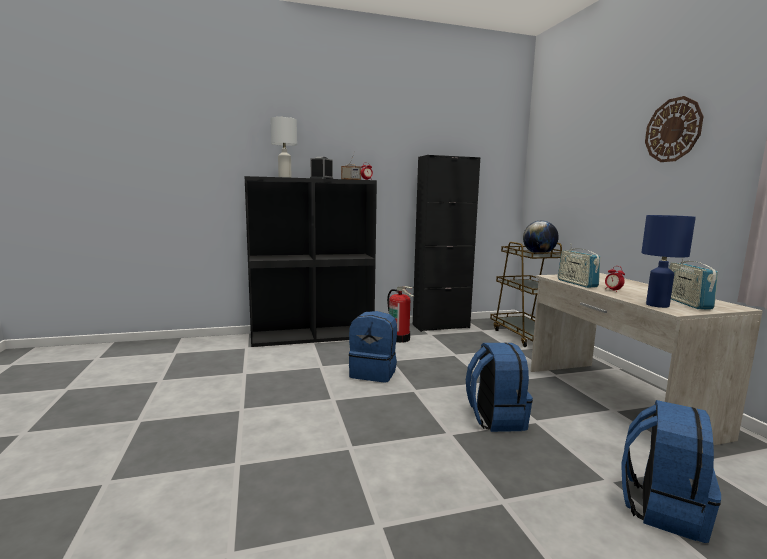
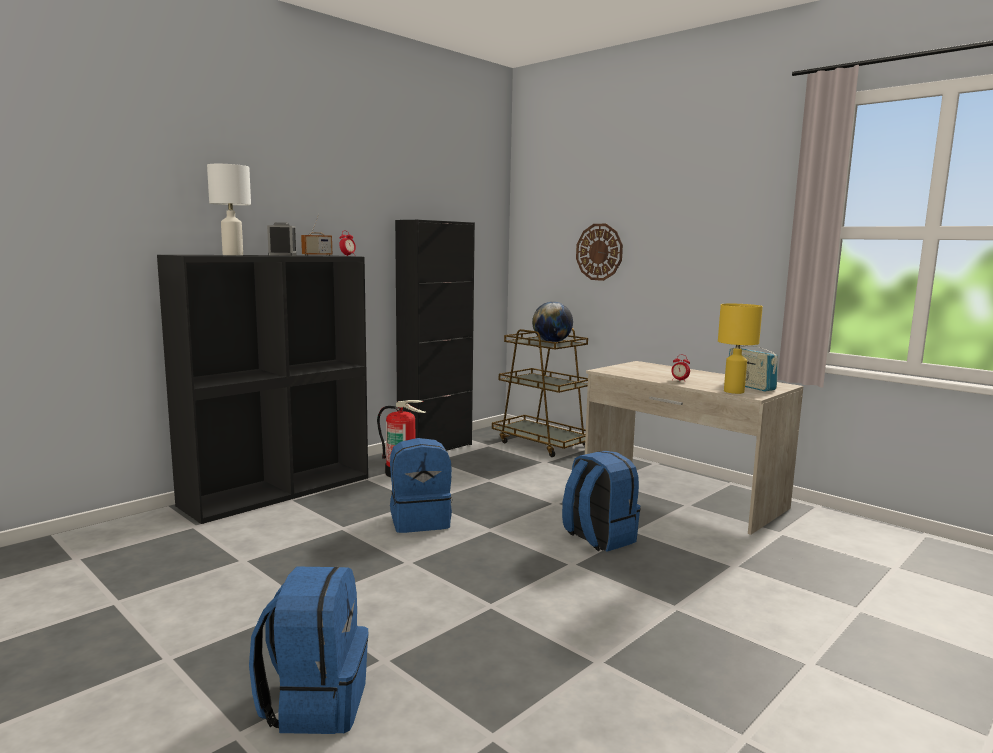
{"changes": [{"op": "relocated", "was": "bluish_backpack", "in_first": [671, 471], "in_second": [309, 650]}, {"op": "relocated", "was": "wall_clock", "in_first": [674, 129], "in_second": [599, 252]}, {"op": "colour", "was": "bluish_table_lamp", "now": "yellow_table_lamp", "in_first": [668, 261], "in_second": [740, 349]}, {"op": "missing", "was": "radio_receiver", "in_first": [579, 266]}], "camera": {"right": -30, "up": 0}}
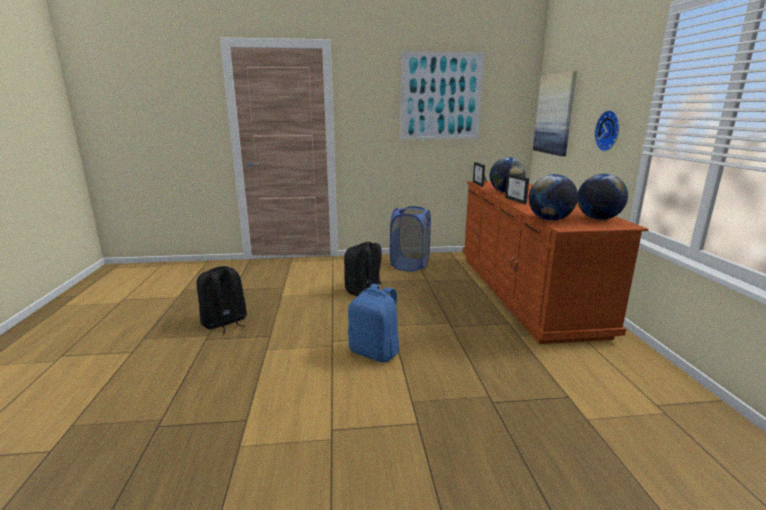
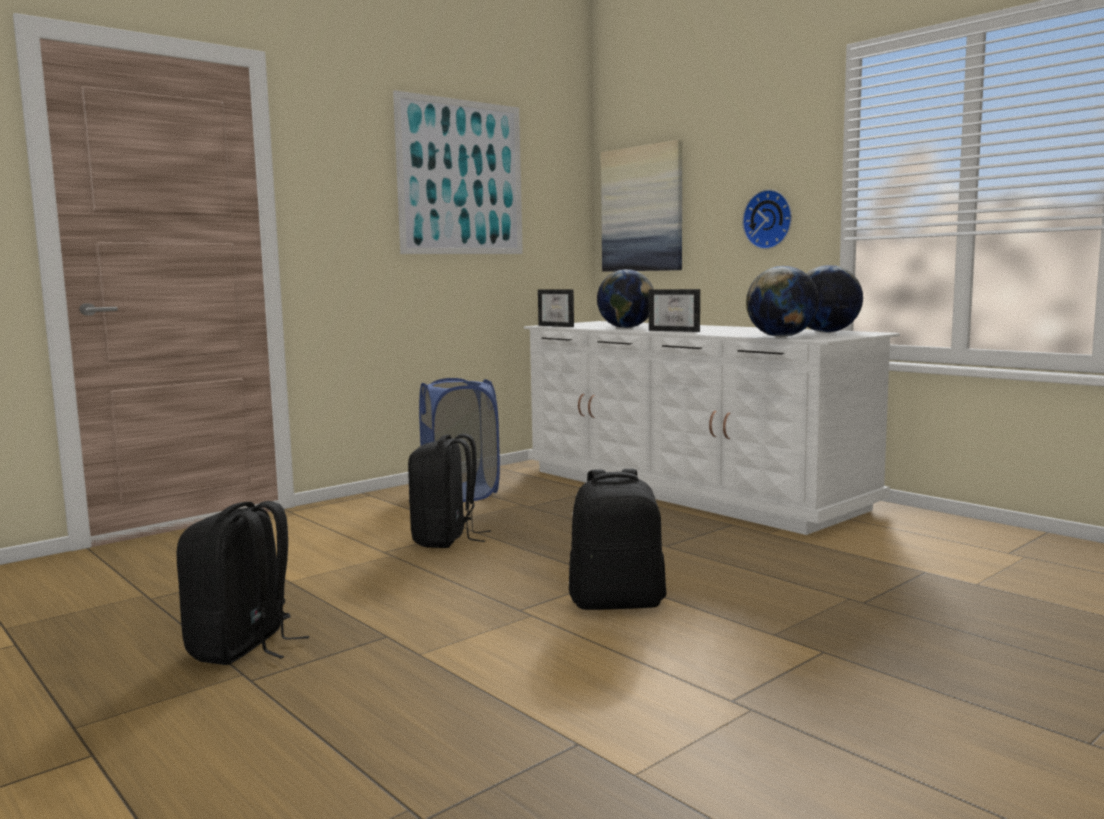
{"changes": [{"op": "colour", "was": "brown-coloured_chest_of_drawers", "now": "white-coloured_chest_of_drawers", "in_first": [555, 262], "in_second": [712, 428]}, {"op": "colour", "was": "bluish_backpack", "now": "blackish_backpack", "in_first": [373, 323], "in_second": [617, 539]}], "camera": {"right": -35, "up": -10}}
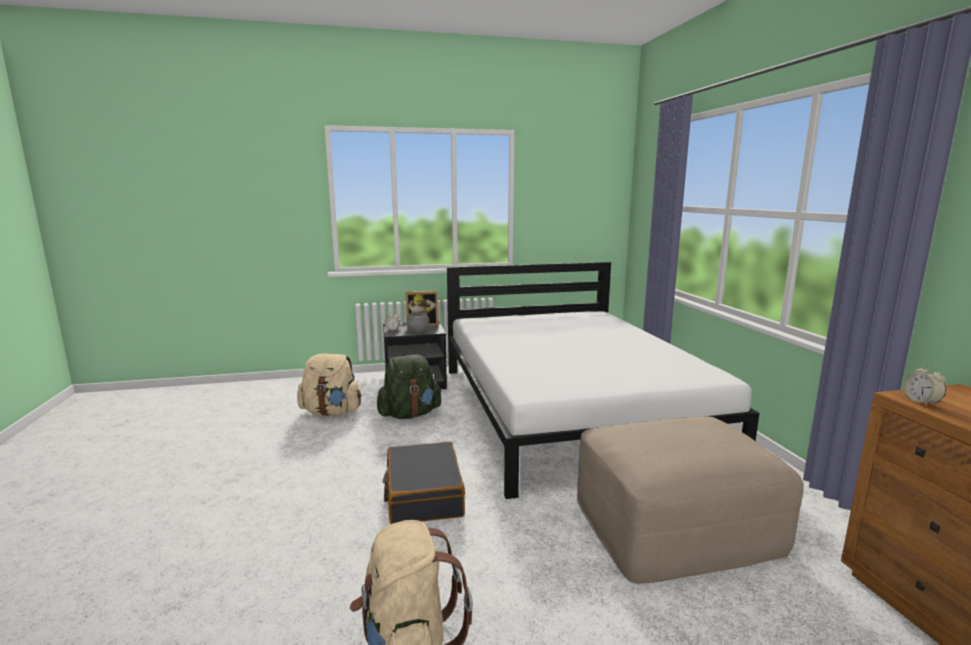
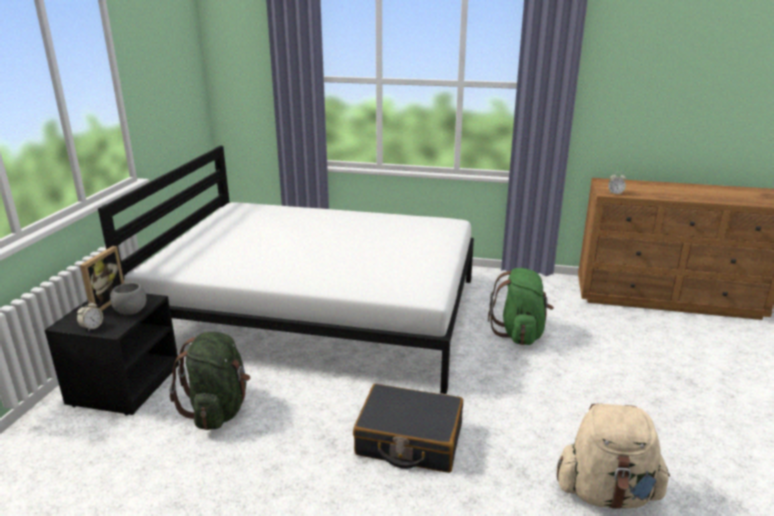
{"changes": [{"op": "exchanged", "was": "sand-coloured_footrest", "now": "greenish_backpack", "in_first": [690, 500], "in_second": [521, 306]}, {"op": "missing", "was": "sand-coloured_backpack", "in_first": [329, 385]}], "camera": {"right": -65, "up": 10}}
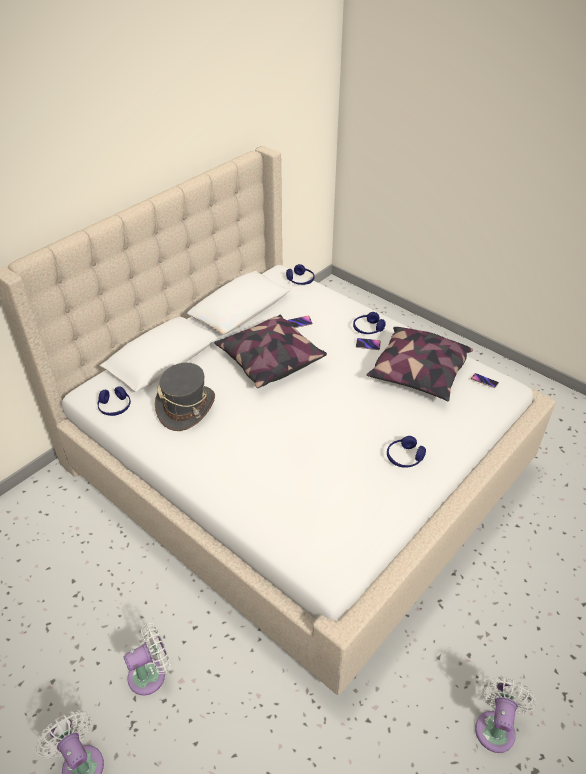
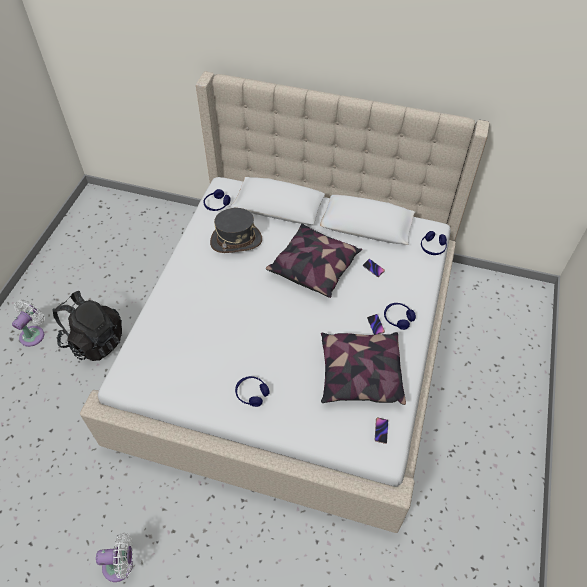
{"changes": [{"op": "exchanged", "was": "white-coloured_electric_fan", "now": "blackish_backpack", "in_first": [147, 659], "in_second": [87, 326]}], "camera": {"right": 65, "up": 10}}
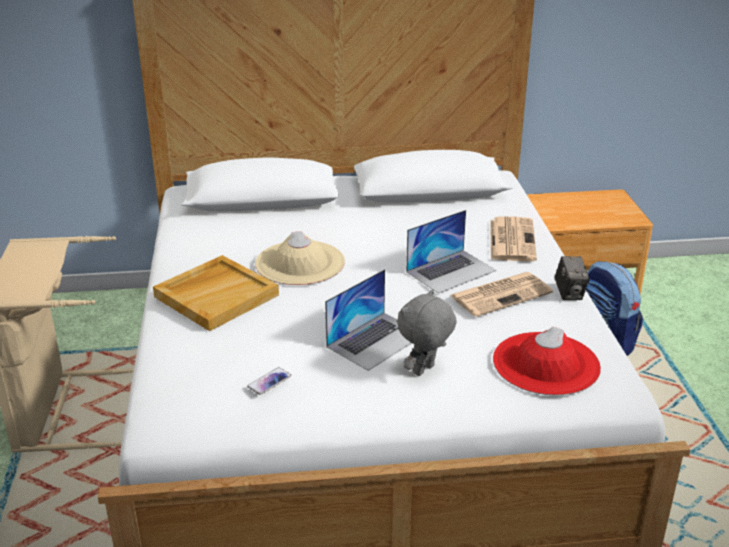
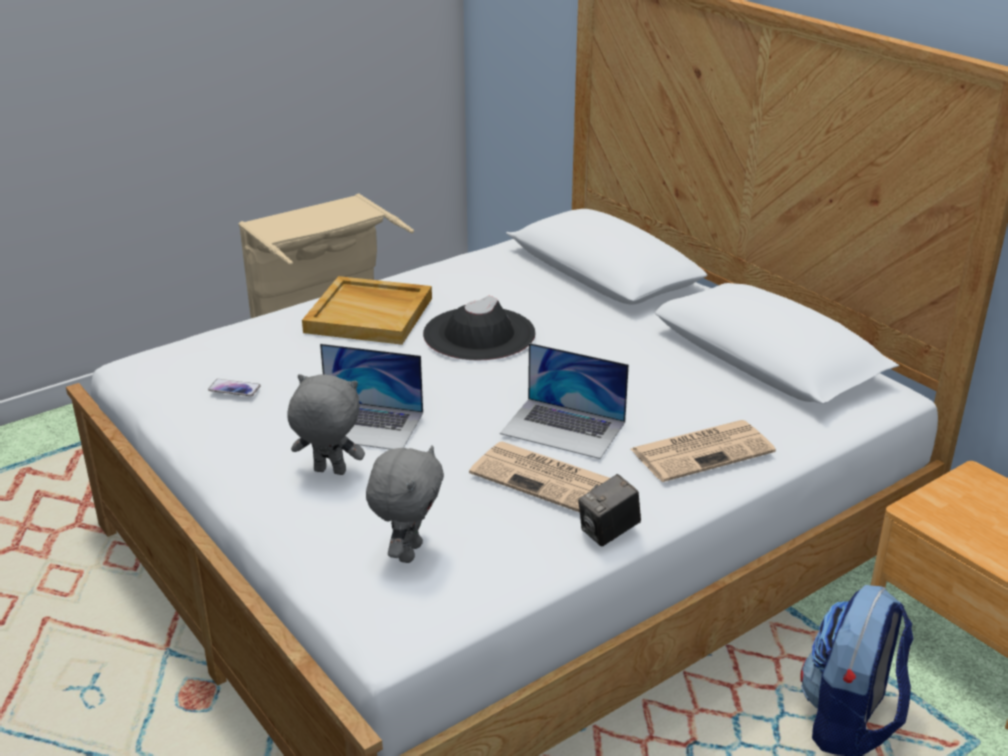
{"changes": [{"op": "exchanged", "was": "reddish_wearable_hat", "now": "greyish_plush_toy", "in_first": [547, 361], "in_second": [405, 504]}, {"op": "colour", "was": "sand-coloured_wearable_hat", "now": "blackish_wearable_hat", "in_first": [300, 258], "in_second": [479, 328]}], "camera": {"right": 60, "up": 0}}
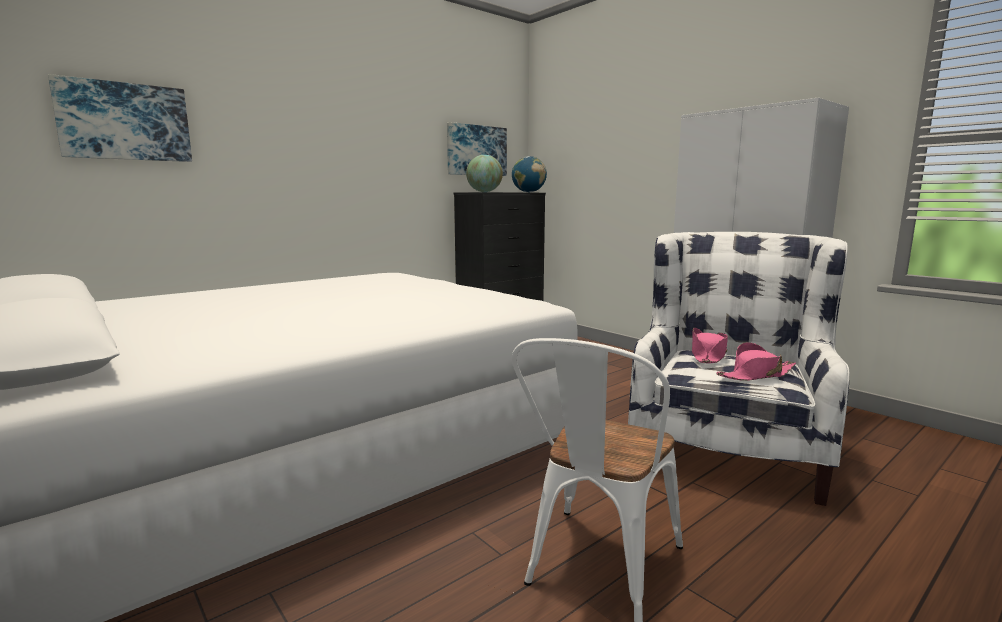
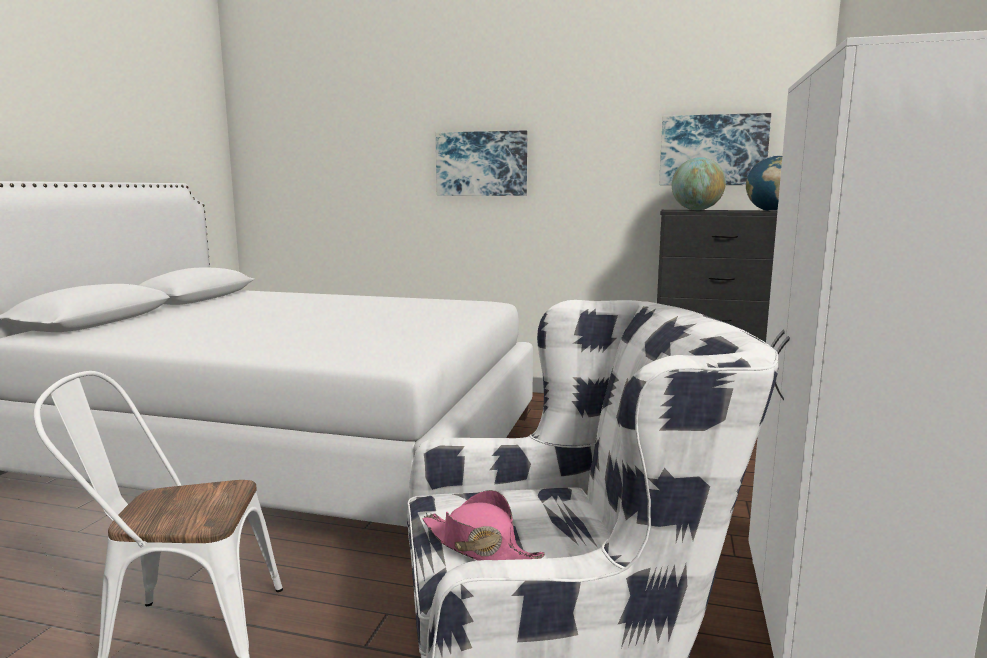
{"changes": [{"op": "relocated", "was": "picture", "in_first": [120, 118], "in_second": [481, 163]}, {"op": "missing", "was": "pink-coloured_wearable_hat", "in_first": [710, 345]}], "camera": {"right": 55, "up": 0}}
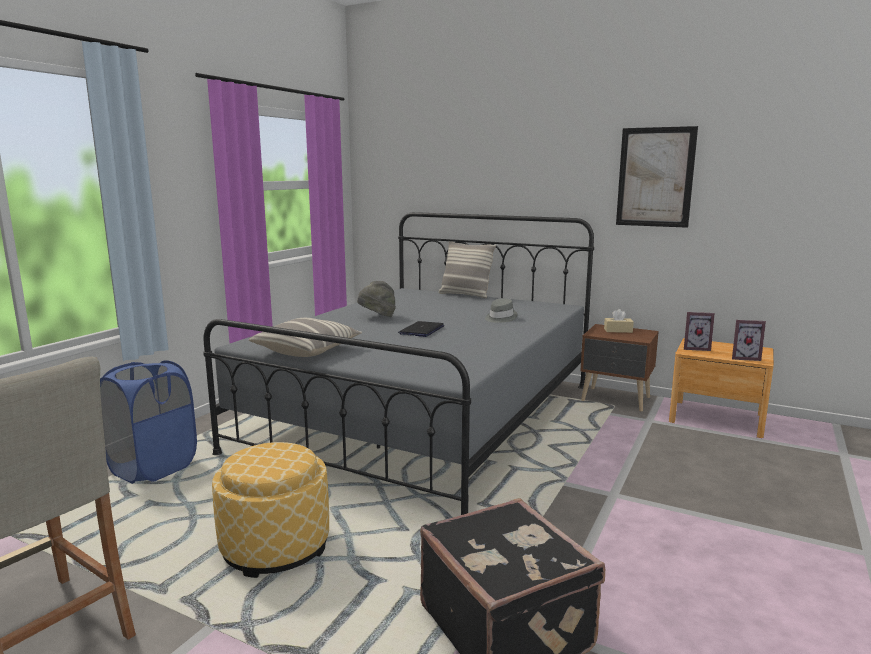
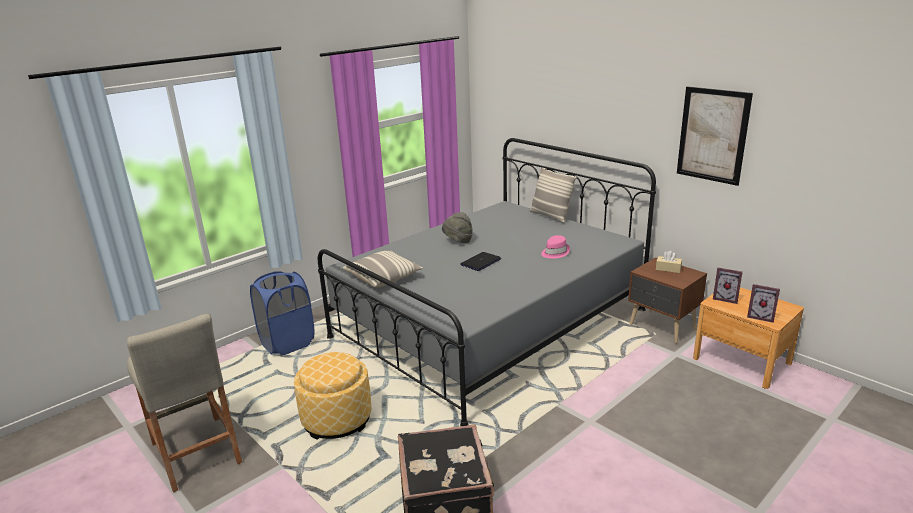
{"changes": [{"op": "colour", "was": "greyish_wearable_hat", "now": "pink-coloured_wearable_hat", "in_first": [501, 310], "in_second": [555, 247]}], "camera": {"right": 20, "up": 10}}
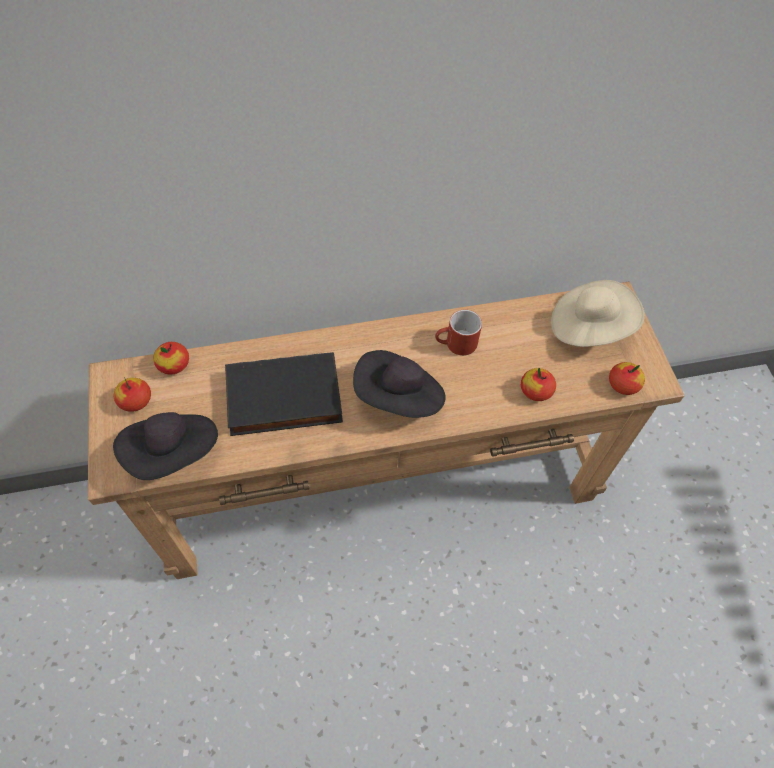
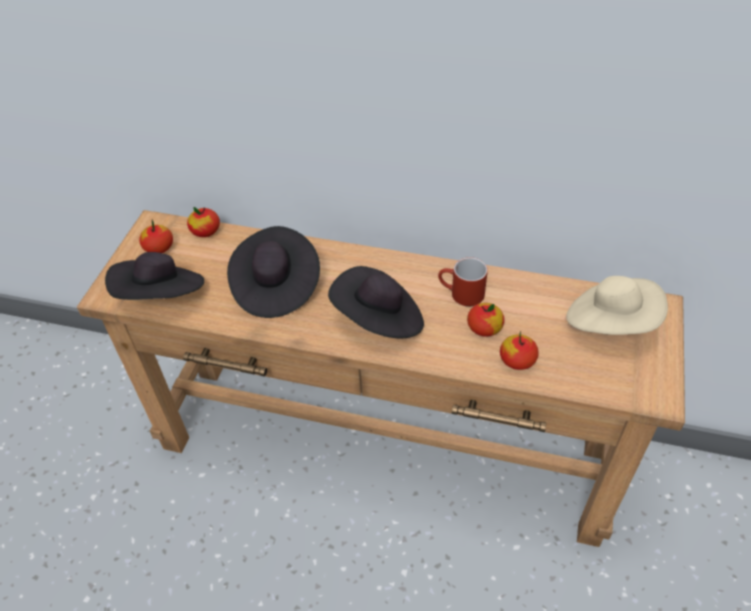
{"changes": [{"op": "exchanged", "was": "blackish_volume", "now": "blackish_wearable_hat", "in_first": [284, 394], "in_second": [273, 272]}, {"op": "relocated", "was": "apple_fruit", "in_first": [627, 378], "in_second": [485, 320]}], "camera": {"right": 30, "up": -10}}
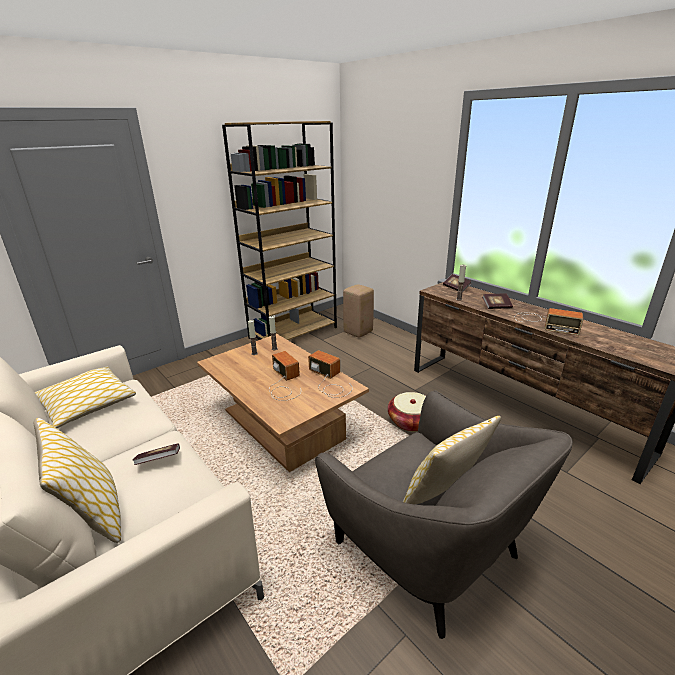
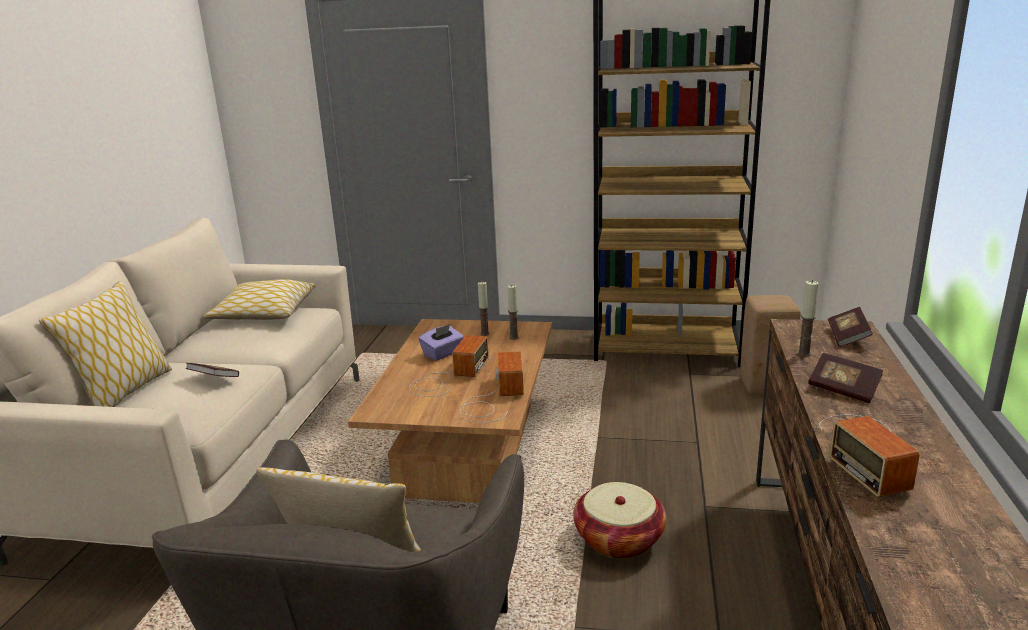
{"changes": [{"op": "appeared", "now": "purple-coloured_tissue_holder", "in_second": [441, 342]}], "camera": {"right": 50, "up": -5}}
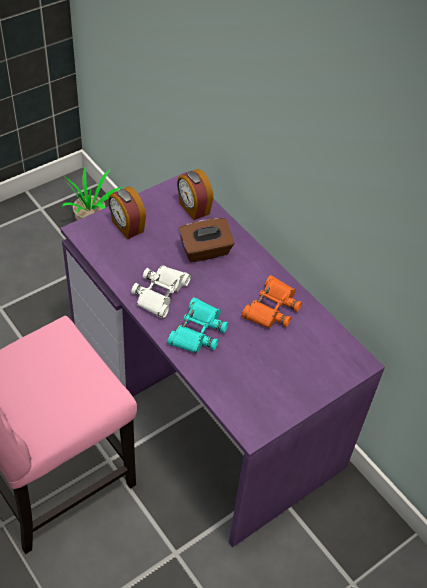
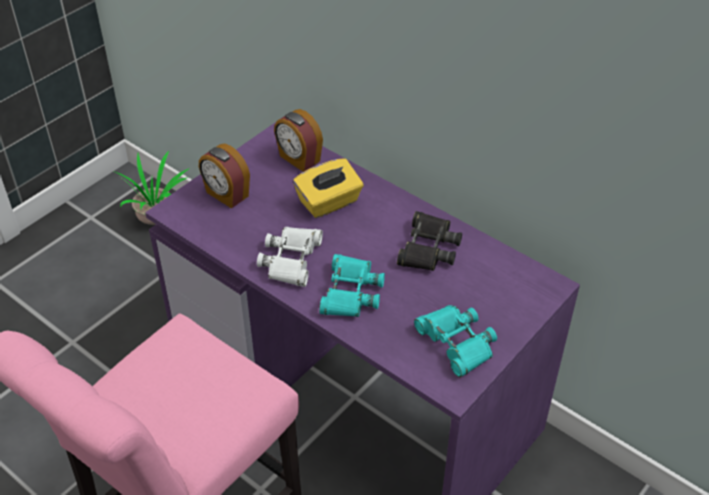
{"changes": [{"op": "colour", "was": "brown-coloured_tissue_holder", "now": "yellow_tissue_holder", "in_first": [206, 240], "in_second": [328, 188]}, {"op": "colour", "was": "orange-coloured_field_glasses", "now": "blackish_field_glasses", "in_first": [271, 301], "in_second": [429, 241]}, {"op": "appeared", "now": "turquoise_field_glasses", "in_second": [455, 341]}], "camera": {"right": -10, "up": -5}}
